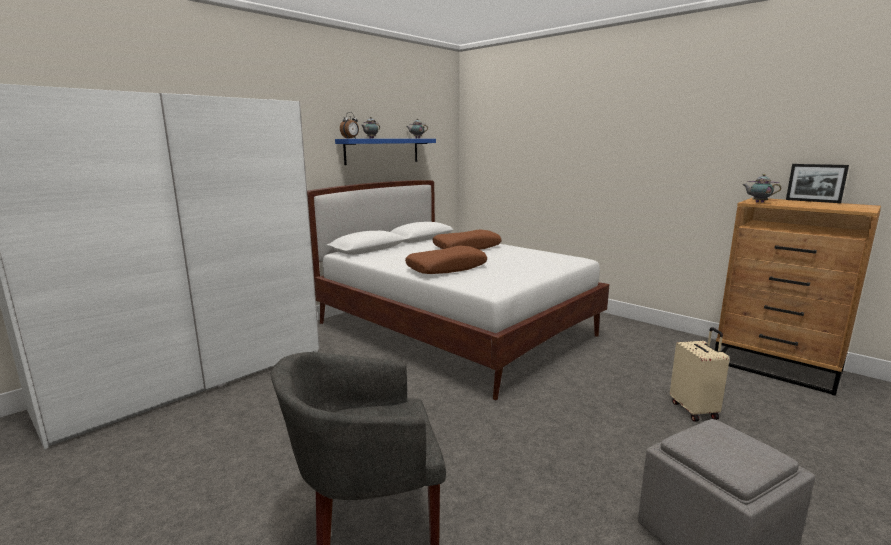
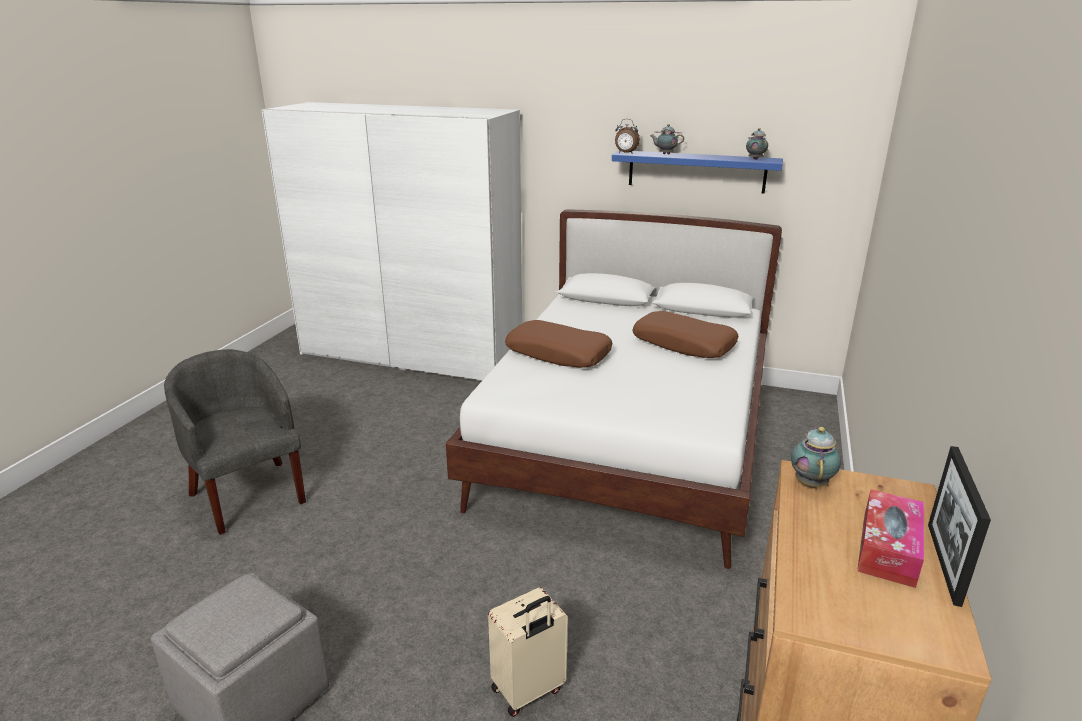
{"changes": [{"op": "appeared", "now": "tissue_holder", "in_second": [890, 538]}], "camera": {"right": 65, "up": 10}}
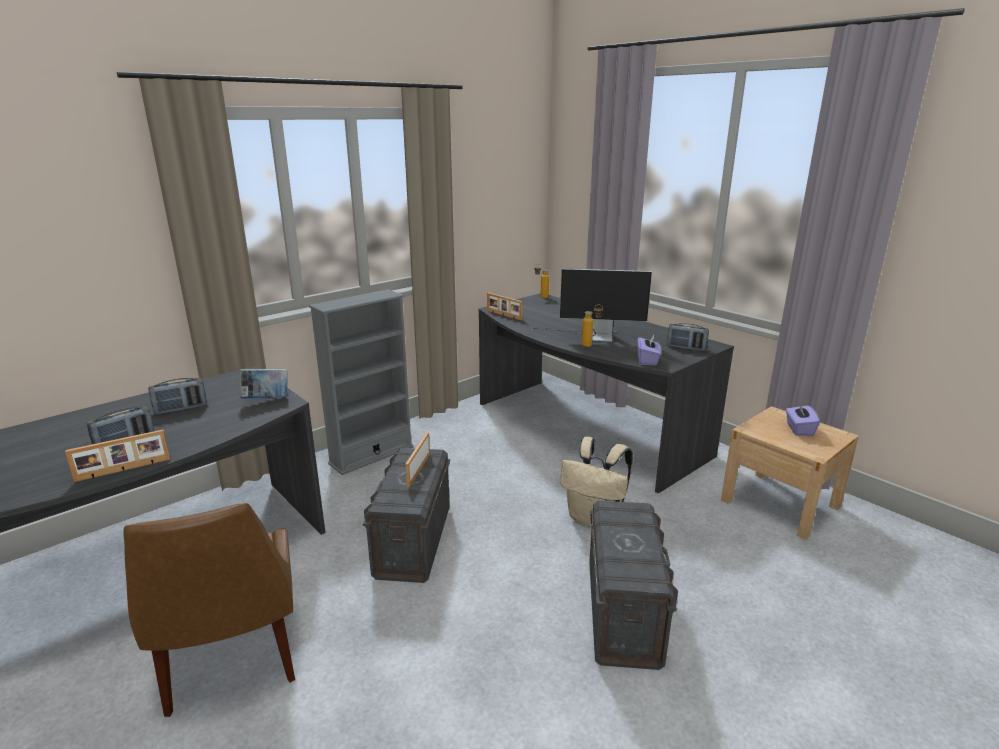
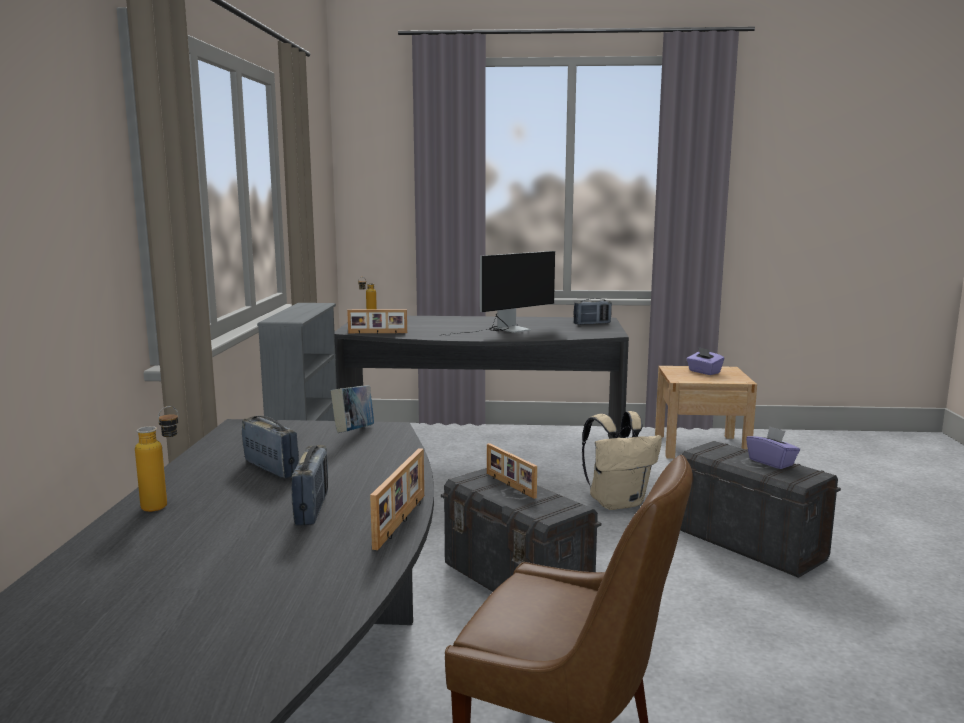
{"changes": [{"op": "relocated", "was": "beverage_bottle", "in_first": [592, 326], "in_second": [156, 459]}, {"op": "spun", "was": "radio_receiver", "in_first": [177, 396], "in_second": [270, 447], "clockwise": -60}, {"op": "relocated", "was": "purple-coloured_tissue_holder", "in_first": [649, 350], "in_second": [773, 447]}], "camera": {"right": -45, "up": -10}}
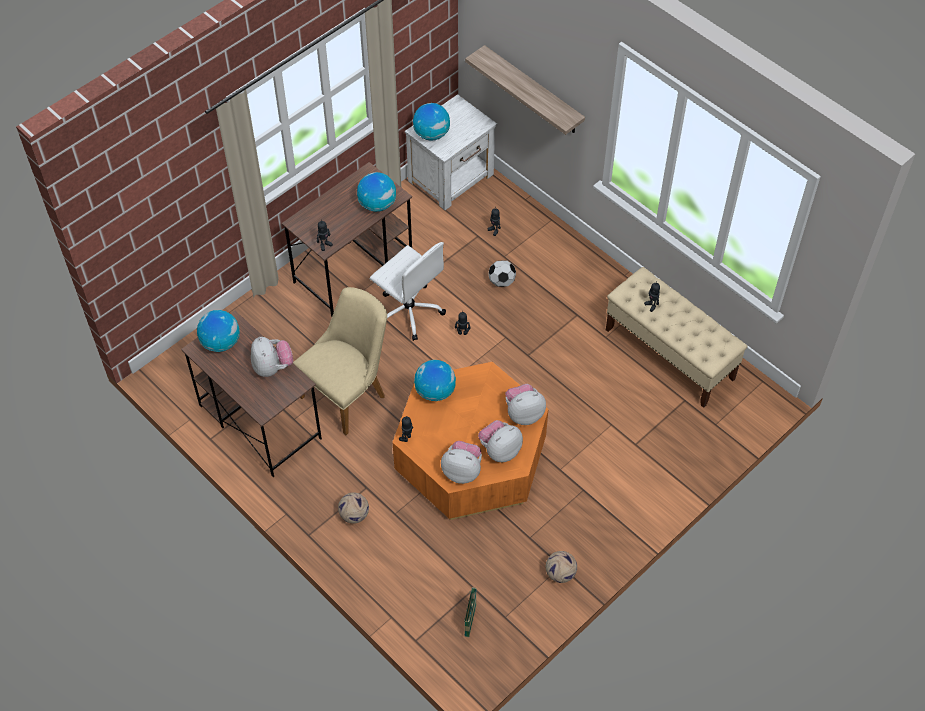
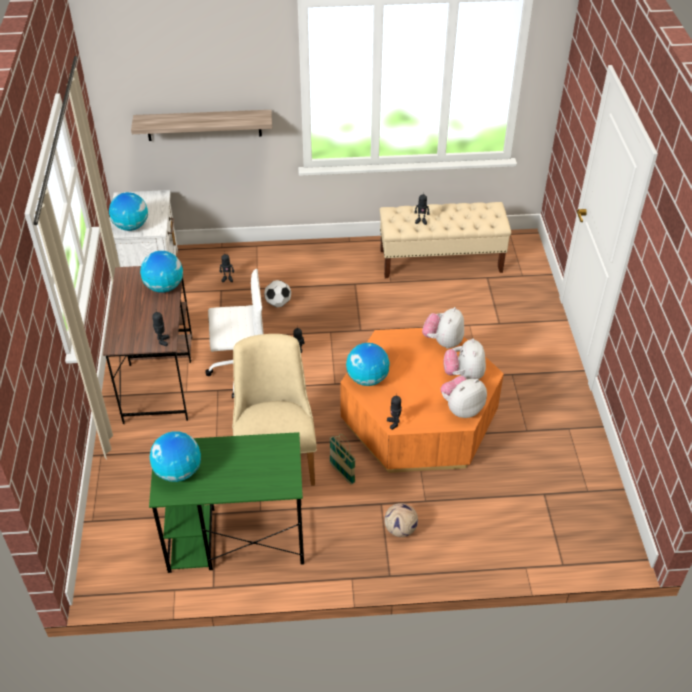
{"changes": [{"op": "colour", "was": "brown-coloured_desk_table", "now": "greenish_desk_table", "in_first": [251, 394], "in_second": [226, 502]}, {"op": "relocated", "was": "storage_basket", "in_first": [470, 612], "in_second": [342, 459]}, {"op": "missing", "was": "plush_toy", "in_first": [272, 357]}, {"op": "missing", "was": "football_ball", "in_first": [561, 567]}], "camera": {"right": -50, "up": -10}}
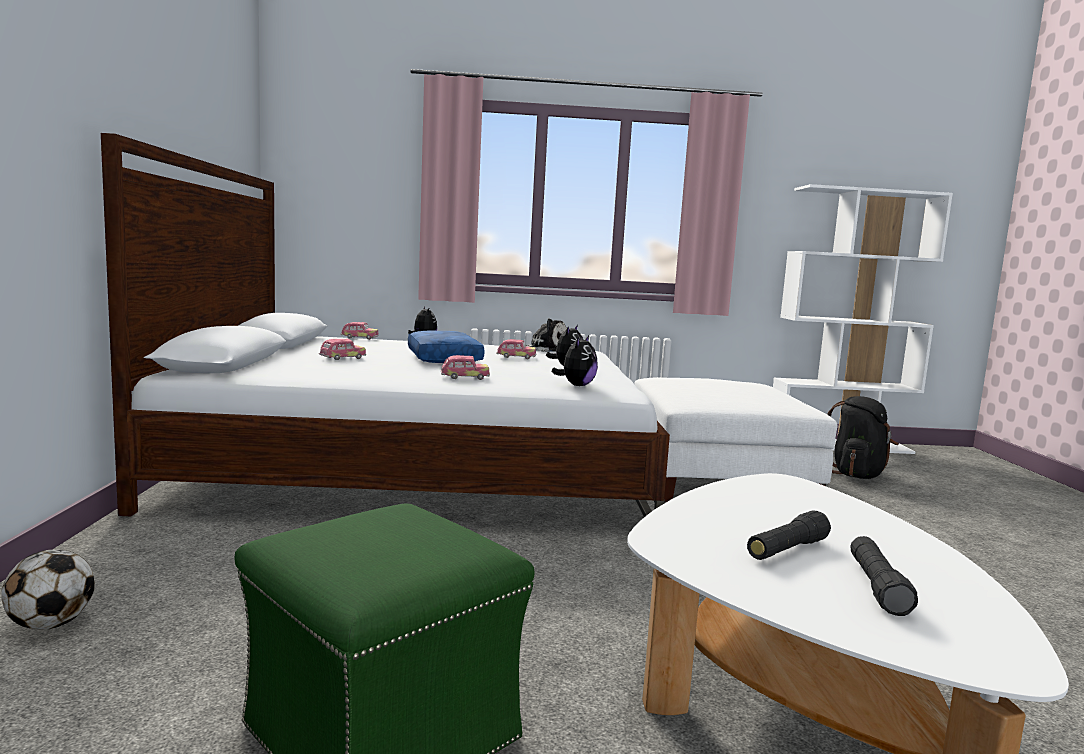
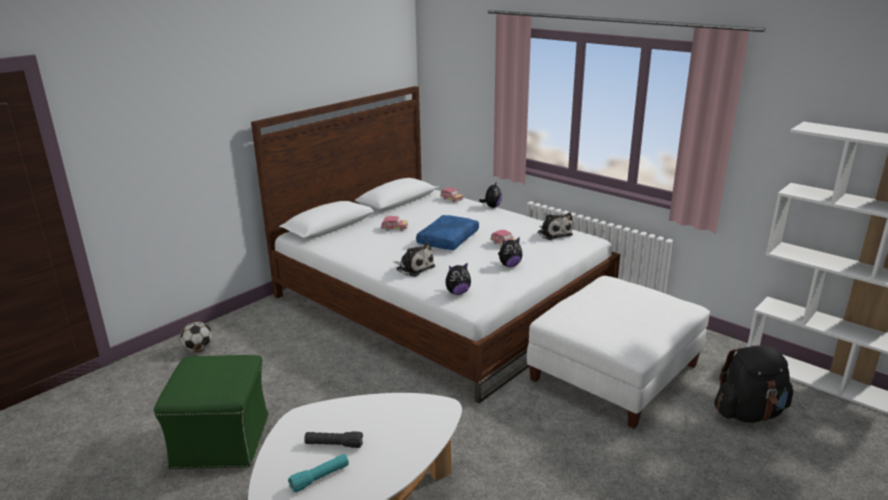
{"changes": [{"op": "colour", "was": "blackish_flashlight", "now": "turquoise_flashlight", "in_first": [884, 576], "in_second": [318, 473]}, {"op": "exchanged", "was": "model_car", "now": "plush_toy", "in_first": [465, 367], "in_second": [414, 259]}], "camera": {"right": 45, "up": 15}}
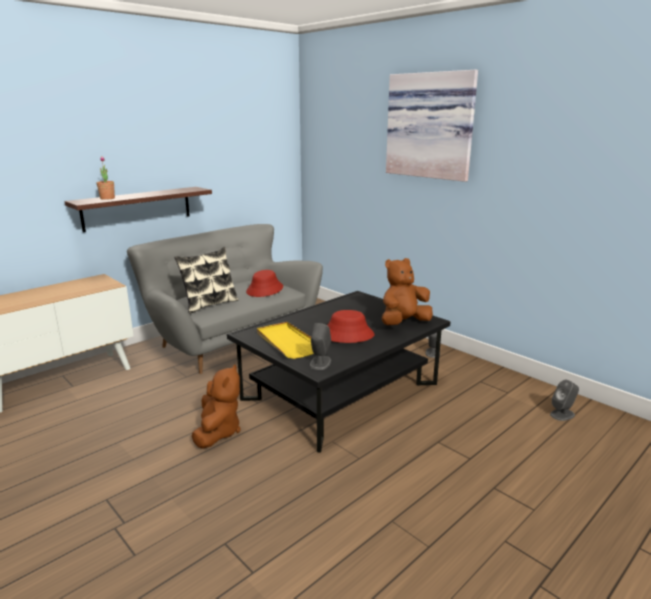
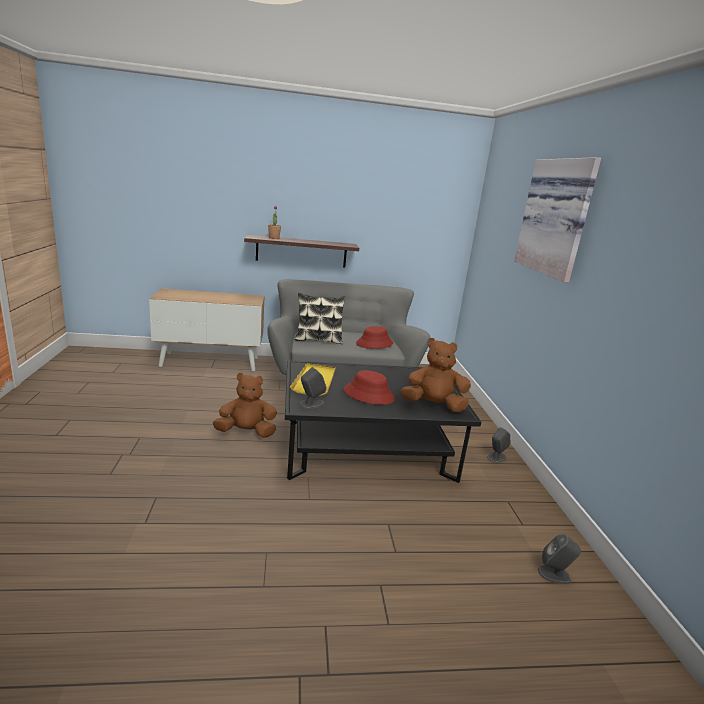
{"changes": [{"op": "spun", "was": "brown-coloured_plush_toy", "in_first": [216, 406], "in_second": [244, 405], "clockwise": -135}], "camera": {"right": 35, "up": 0}}
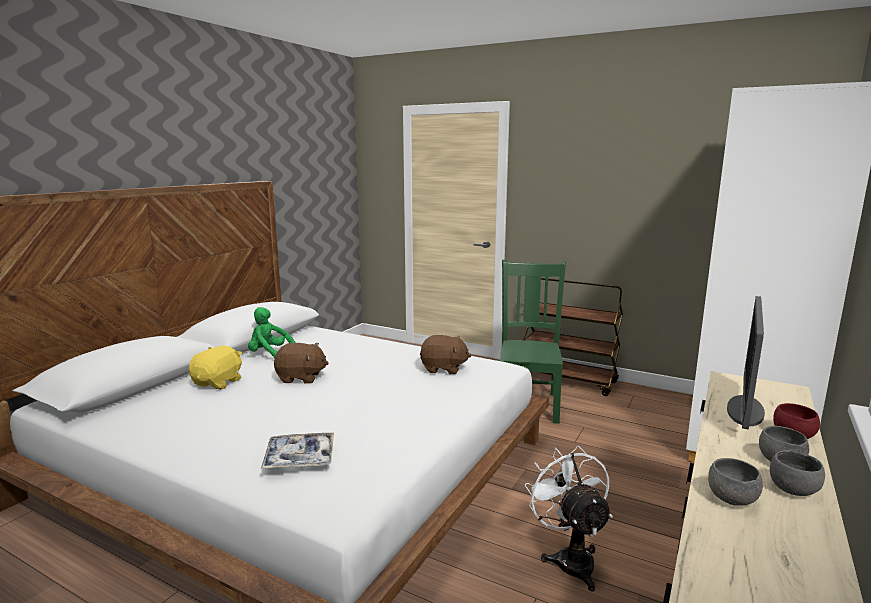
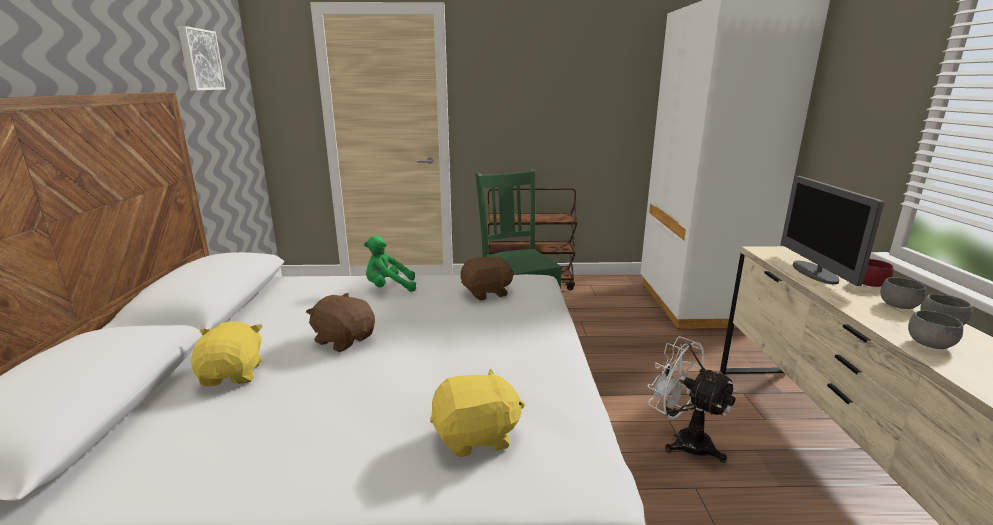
{"changes": [{"op": "appeared", "now": "picture", "in_second": [202, 58]}, {"op": "spun", "was": "brown-coloured_plush_toy", "in_first": [301, 363], "in_second": [340, 322], "clockwise": -120}, {"op": "relocated", "was": "greenish_plush_toy", "in_first": [272, 333], "in_second": [390, 264]}, {"op": "exchanged", "was": "tray", "now": "yellow_plush_toy", "in_first": [297, 451], "in_second": [477, 412]}], "camera": {"right": -30, "up": 5}}
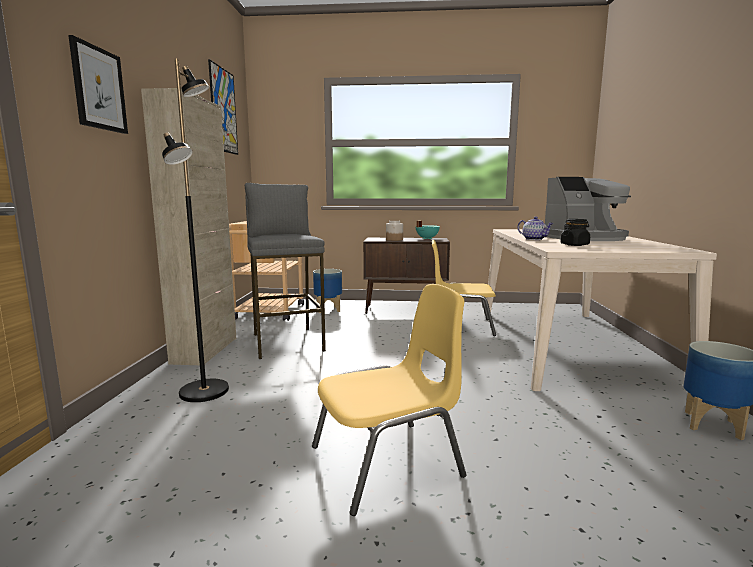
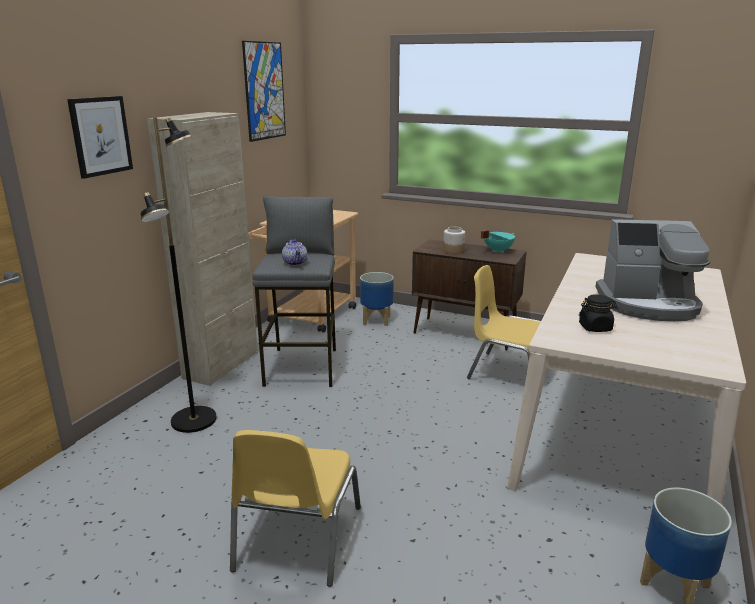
{"changes": [{"op": "spun", "was": "yellow_upright_chair", "in_first": [389, 400], "in_second": [295, 508], "clockwise": 105}, {"op": "relocated", "was": "teapot", "in_first": [536, 228], "in_second": [294, 252]}], "camera": {"right": 20, "up": 10}}
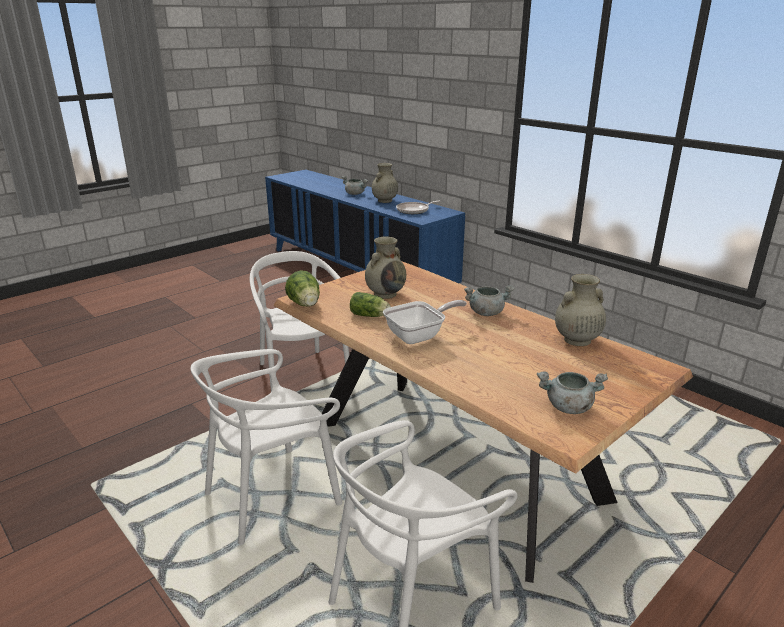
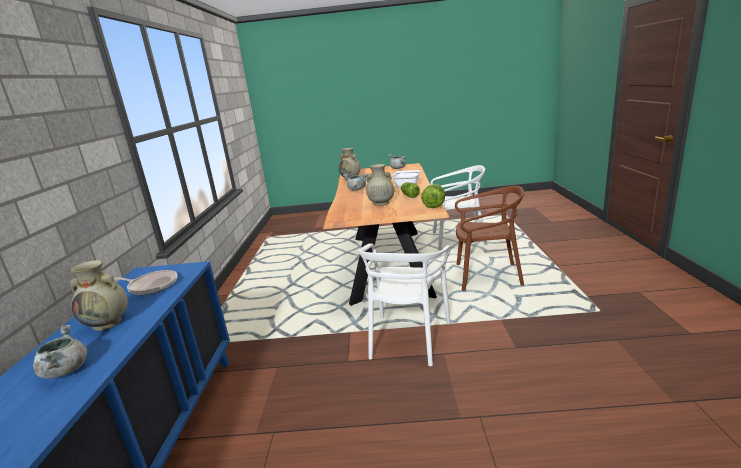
{"changes": [{"op": "colour", "was": "white-coloured_upright_chair", "now": "brown-coloured_upright_chair", "in_first": [267, 447], "in_second": [489, 238]}], "camera": {"right": -135, "up": -5}}
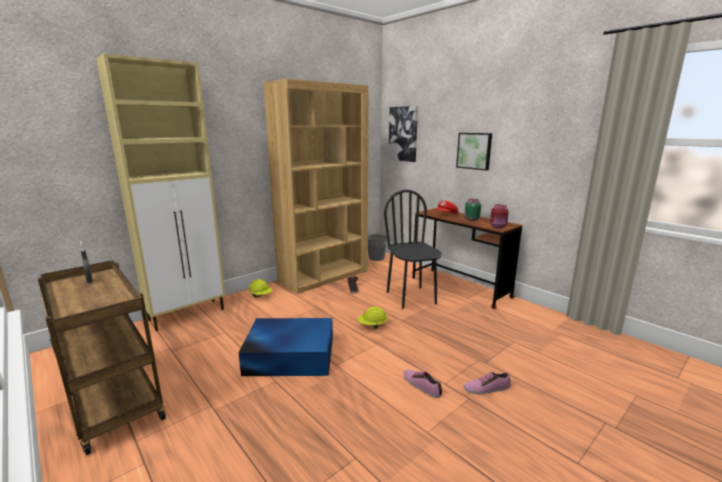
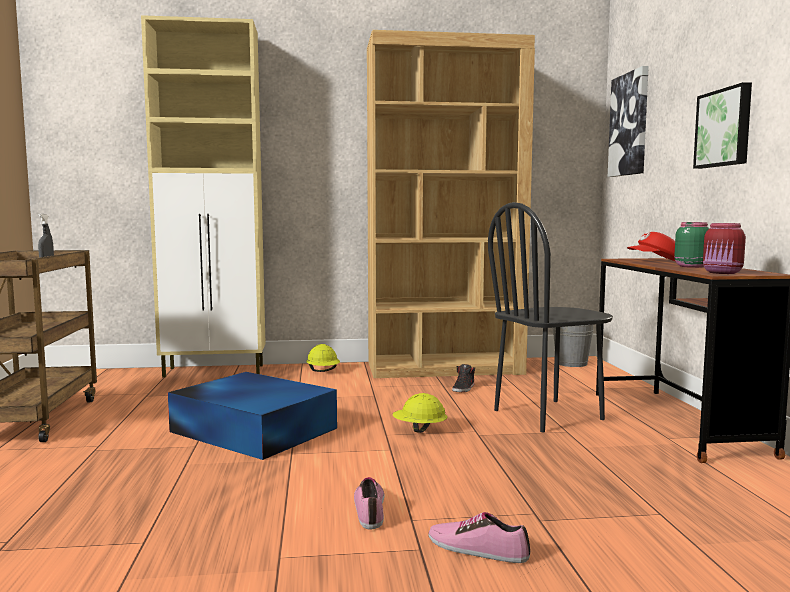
{"changes": [{"op": "spun", "was": "blackish_upright_chair", "in_first": [413, 249], "in_second": [550, 317], "clockwise": -135}], "camera": {"right": 35, "up": -10}}
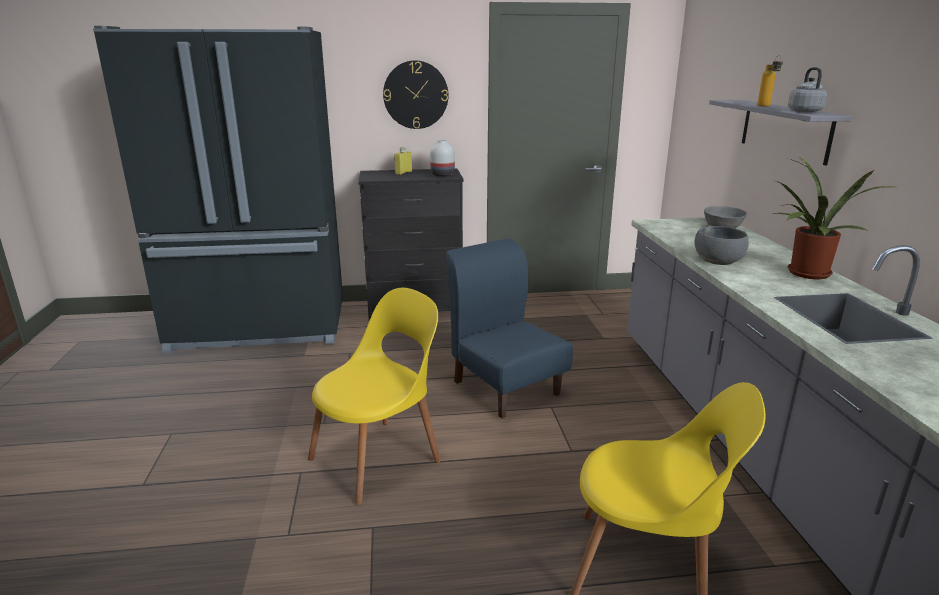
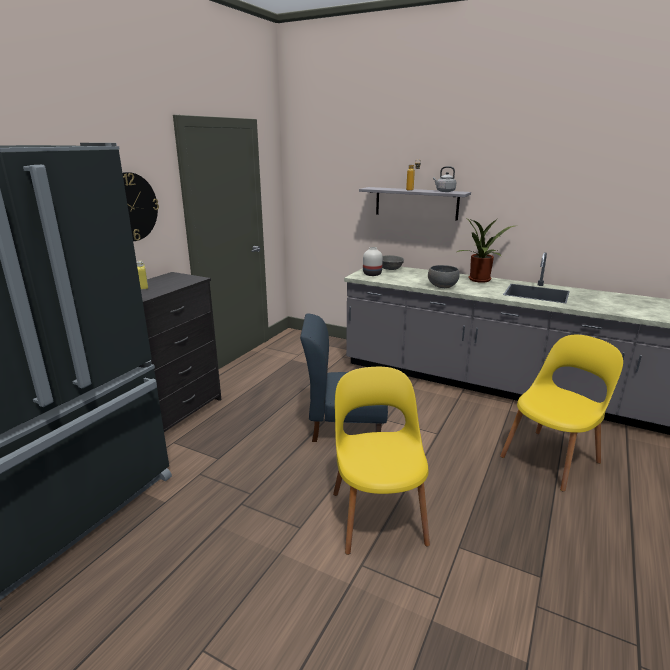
{"changes": [{"op": "relocated", "was": "white-coloured_decorative_vase", "in_first": [442, 158], "in_second": [373, 261]}], "camera": {"right": -55, "up": 0}}
